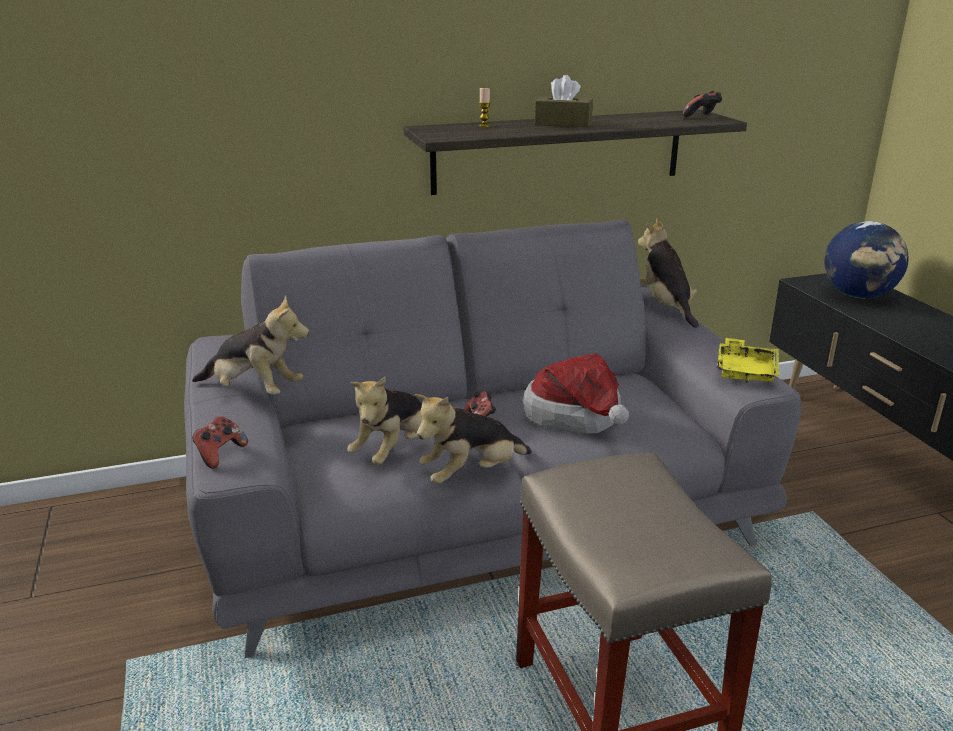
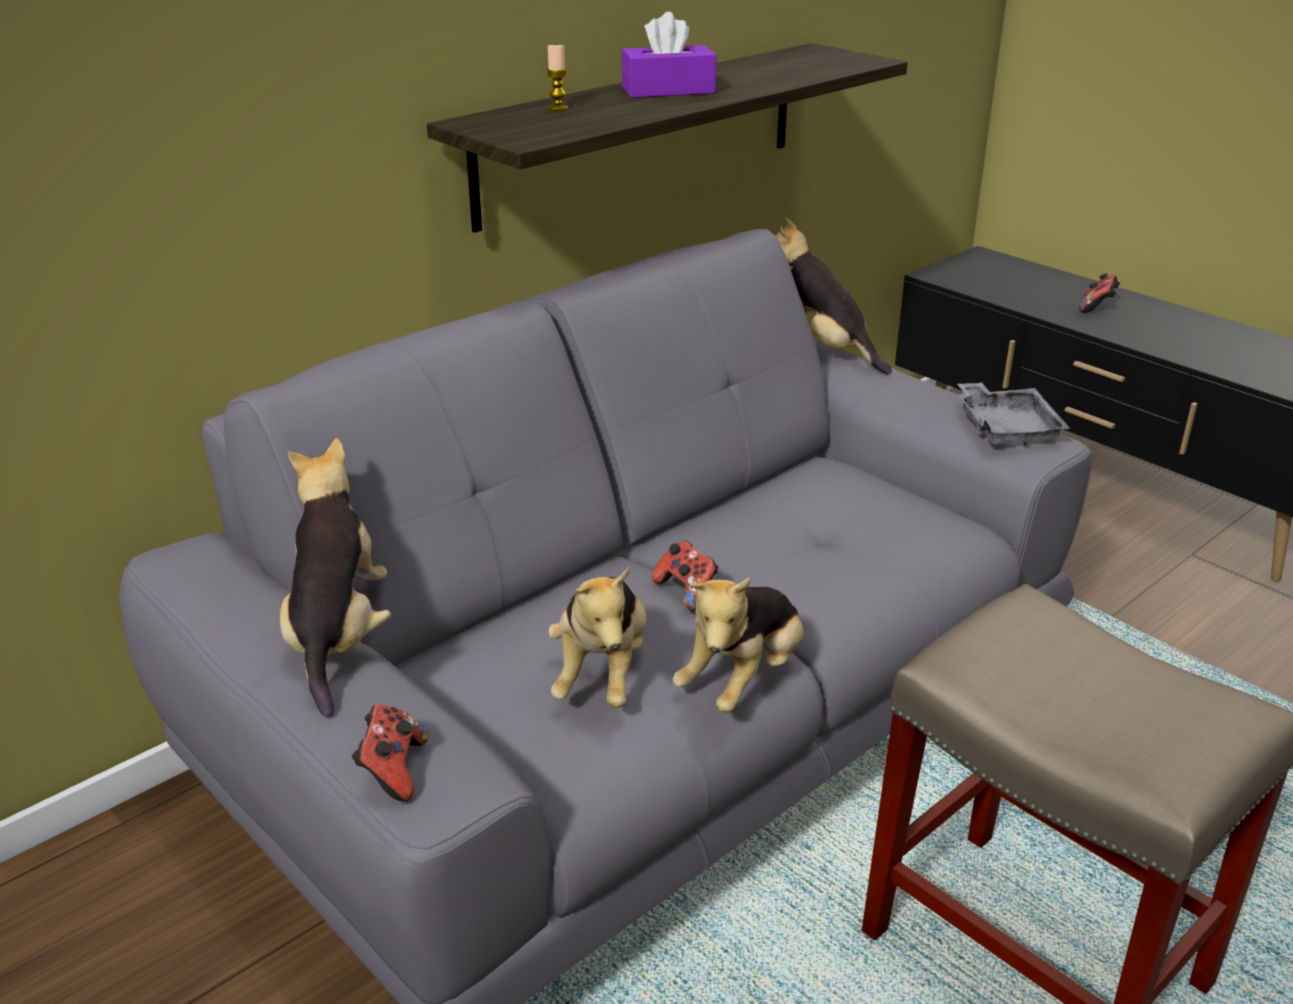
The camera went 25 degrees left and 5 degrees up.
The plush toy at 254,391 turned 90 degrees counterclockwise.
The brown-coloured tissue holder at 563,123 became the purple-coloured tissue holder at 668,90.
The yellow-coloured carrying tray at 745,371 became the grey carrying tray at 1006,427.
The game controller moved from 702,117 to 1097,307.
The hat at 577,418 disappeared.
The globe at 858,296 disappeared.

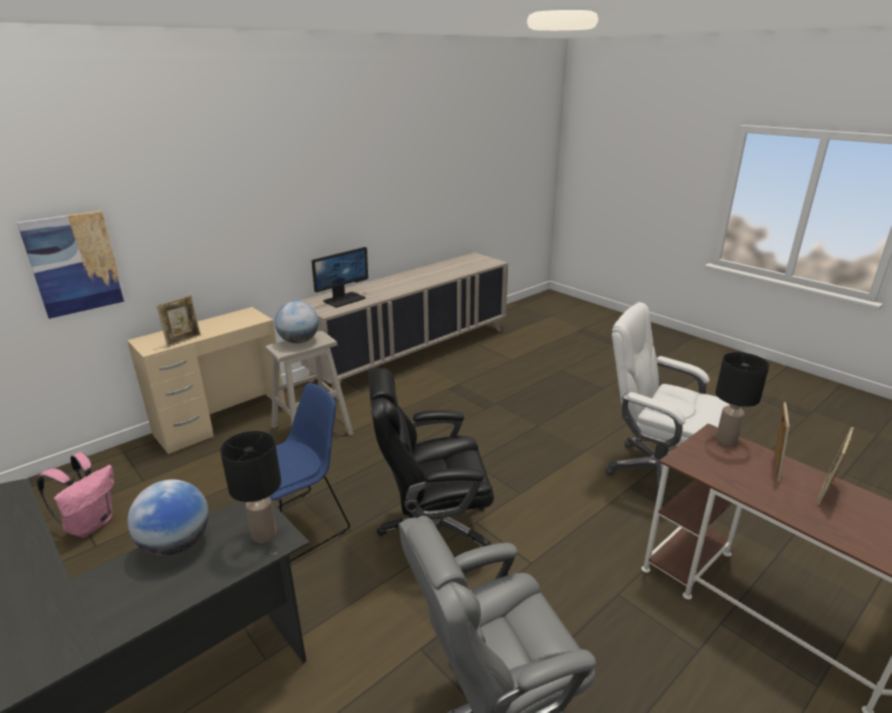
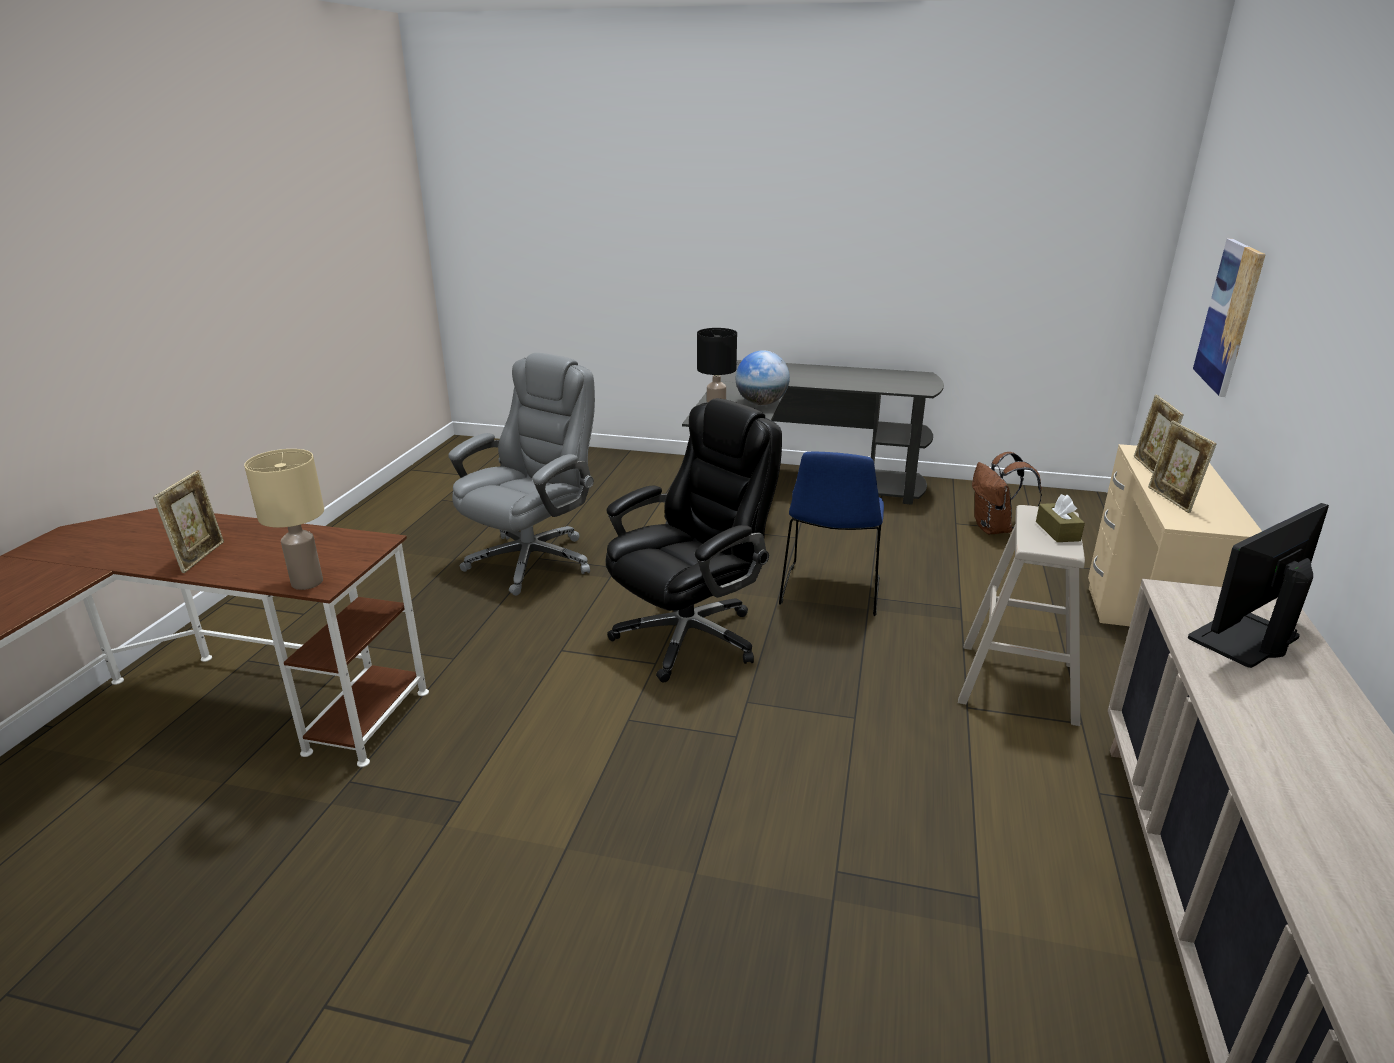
The camera went 145 degrees right and 0 degrees up.
The blackish lamp for a table at 727,439 became the sand-coloured lamp for a table at 306,583.
The pinkish rucksack at 91,524 became the brown-coloured rucksack at 995,529.
The globe at 299,341 was replaced by the brown-coloured tissue holder at 1057,531.
The standing frame moved from 774,466 to 1171,500.
The computer display at 344,299 turned 45 degrees clockwise.
The whitish computer chair at 656,472 disappeared.

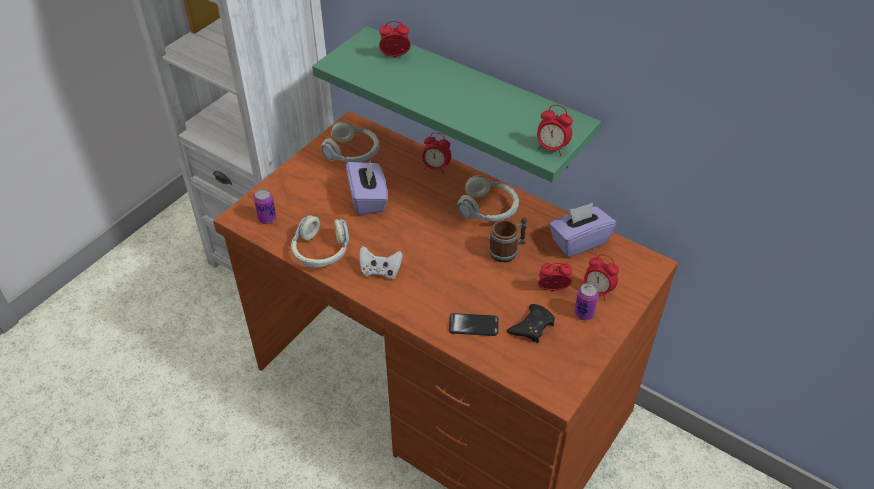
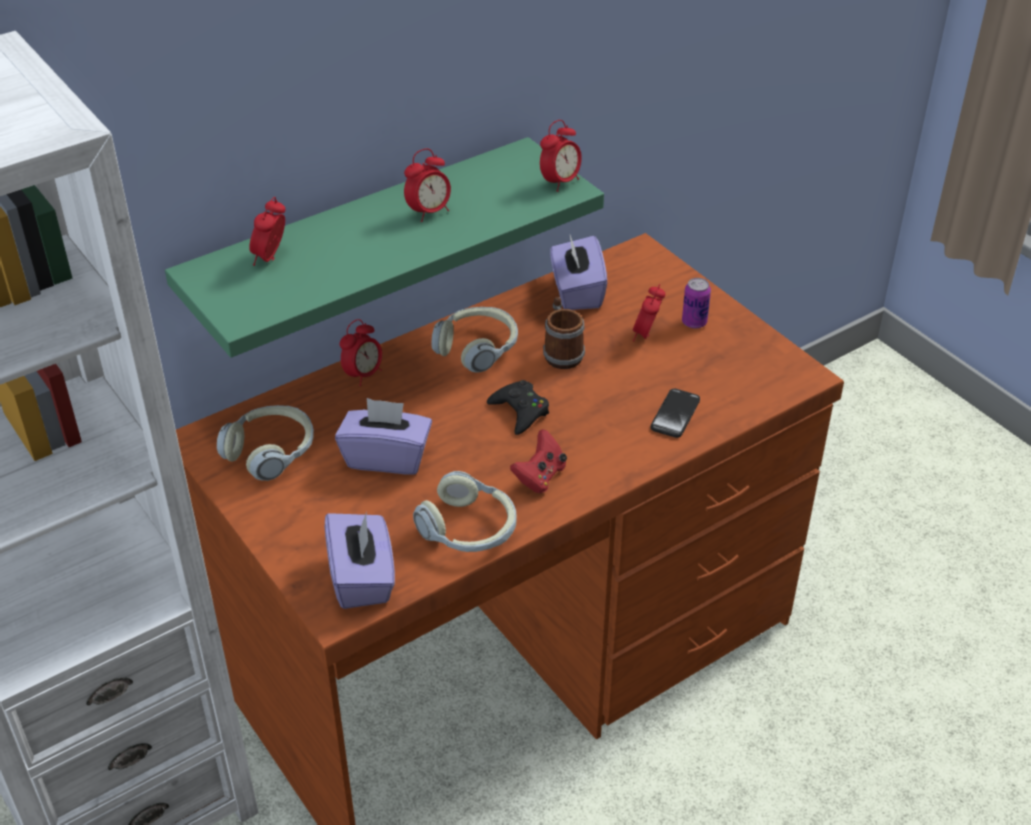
The camera went 70 degrees left and 5 degrees down.
The metal can at 267,219 was replaced by the purple-coloured tissue holder at 362,578.
The table clock moved from 597,291 to 429,212.
The blackish game controller moved from 532,326 to 520,411.
The whitish game controller at 380,271 became the red-coloured game controller at 540,476.

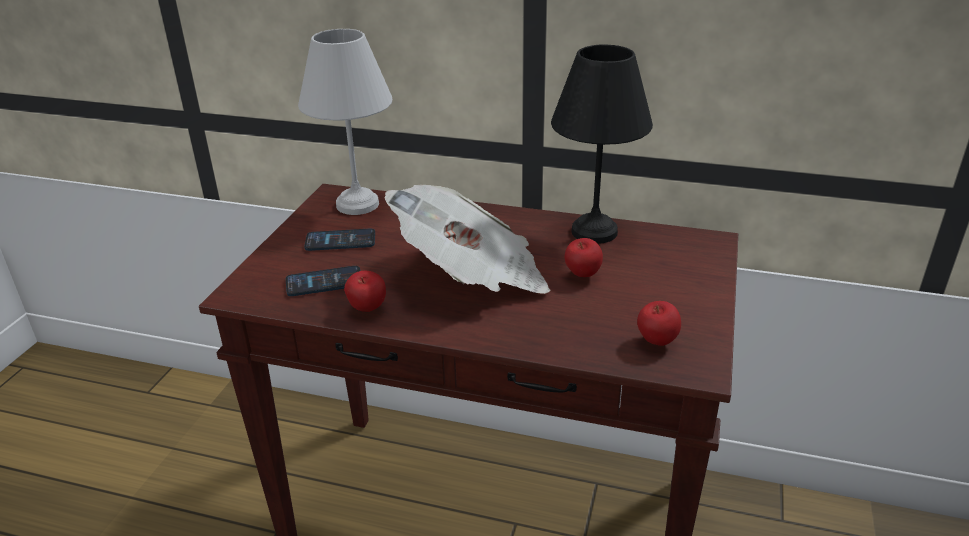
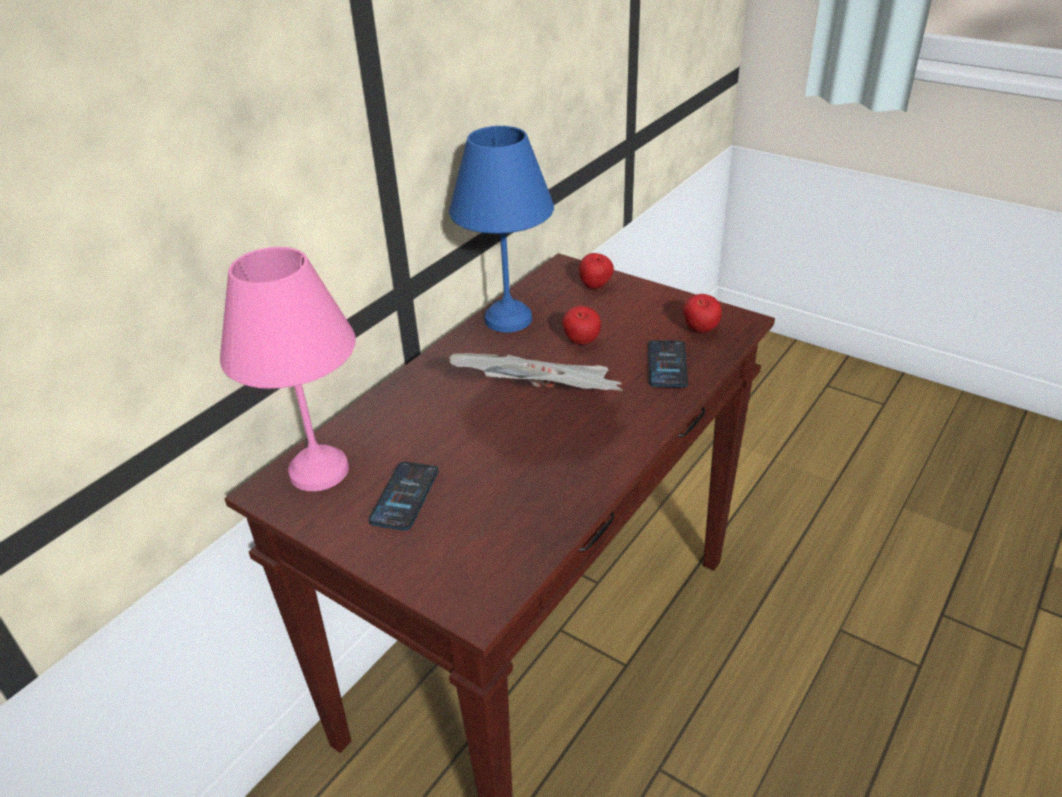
The camera went 70 degrees left and 5 degrees up.
The whitish lamp for a table at 355,205 became the pinkish lamp for a table at 318,473.
The blackish lamp for a table at 596,231 became the blue lamp for a table at 508,318.
The apple moved from 367,310 to 596,287.
The phone moved from 324,282 to 667,365.

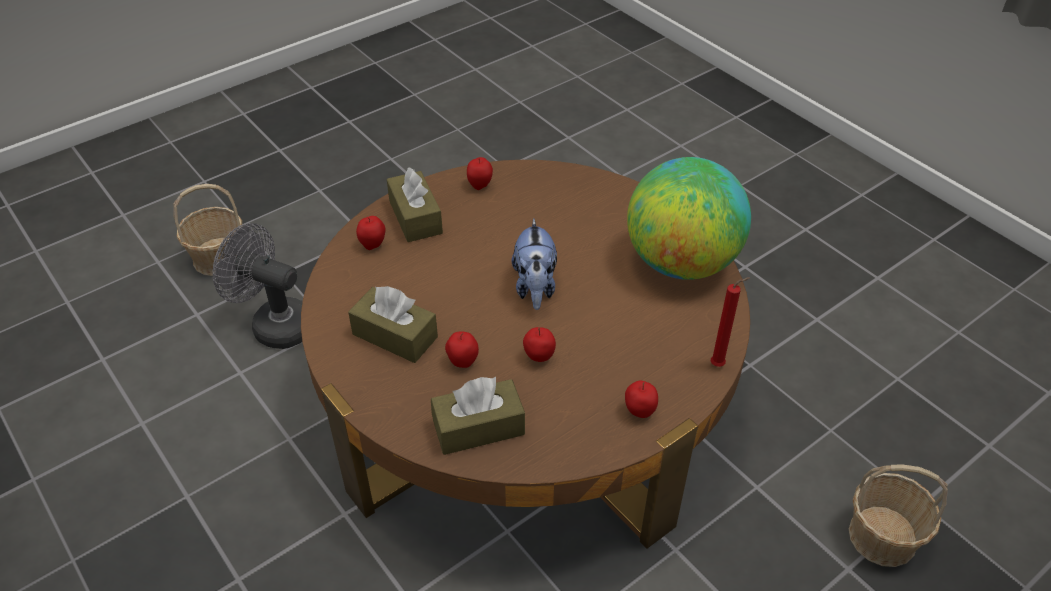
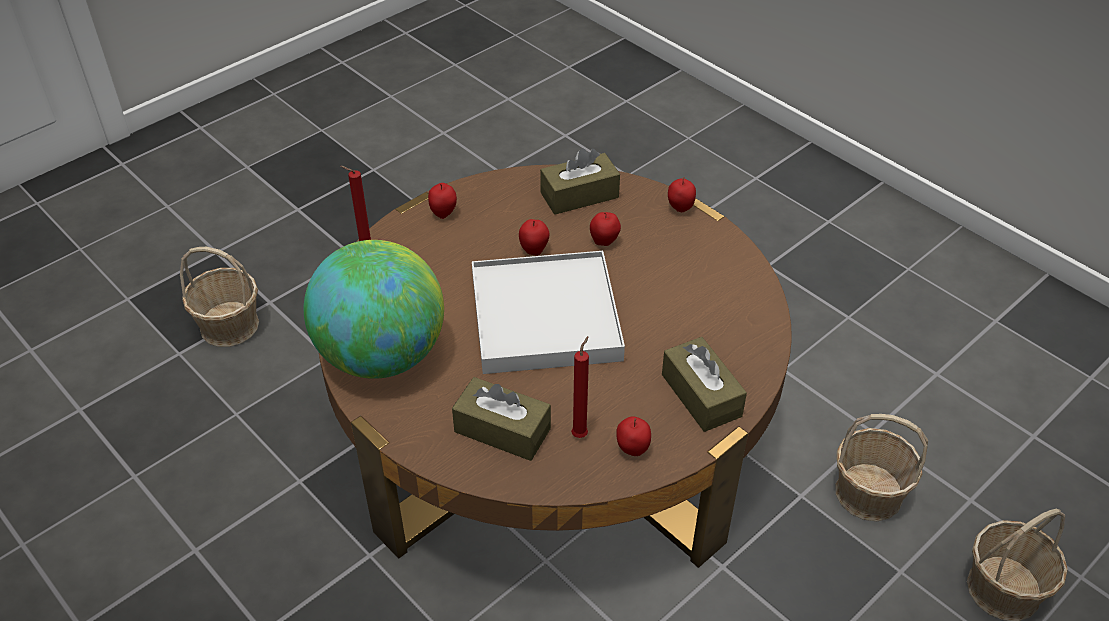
The camera went 175 degrees right and 0 degrees up.
The brown-coloured tissue holder moved from 395,335 to 502,430.
The plush toy at 535,287 was replaced by the whitish carrying tray at 545,317.
The red-coloured wax candle at 581,433 appeared.
The apple moved from 373,245 to 680,208.
The grey cooling fan at 275,324 was replaced by the basket at 868,492.

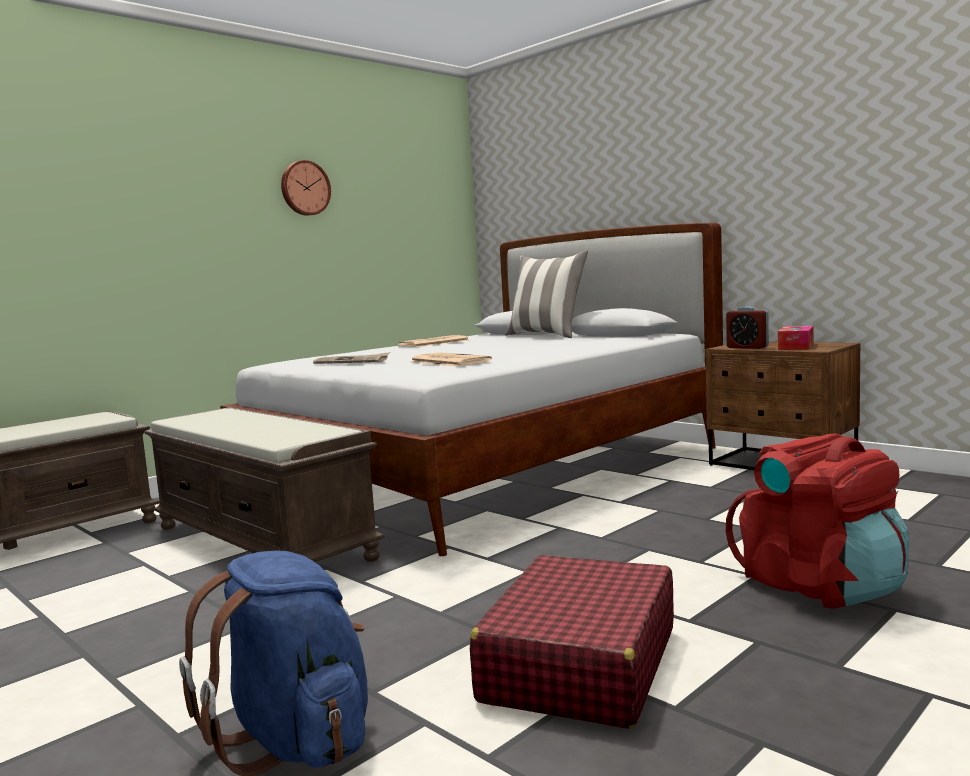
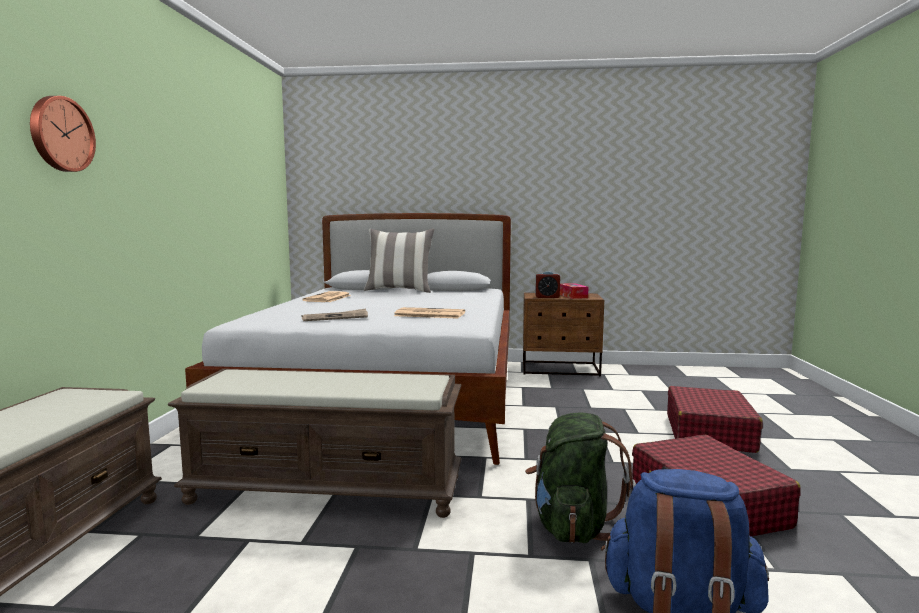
The camera went 40 degrees left and 0 degrees up.
The clock on the wall moved from 304,188 to 60,134.
The green-coloured rucksack at 573,526 appeared.
The red-coloured rucksack at 820,586 was replaced by the red-coloured piece of luggage at 709,433.

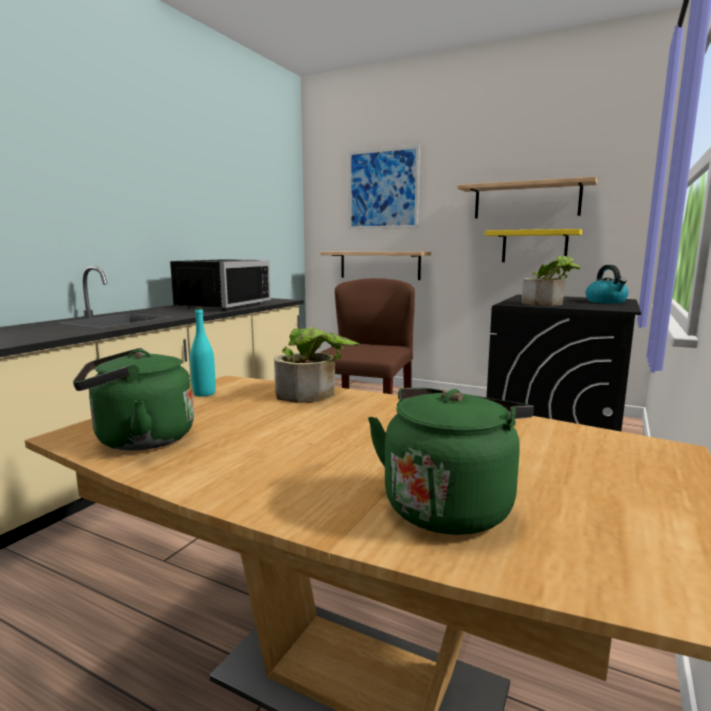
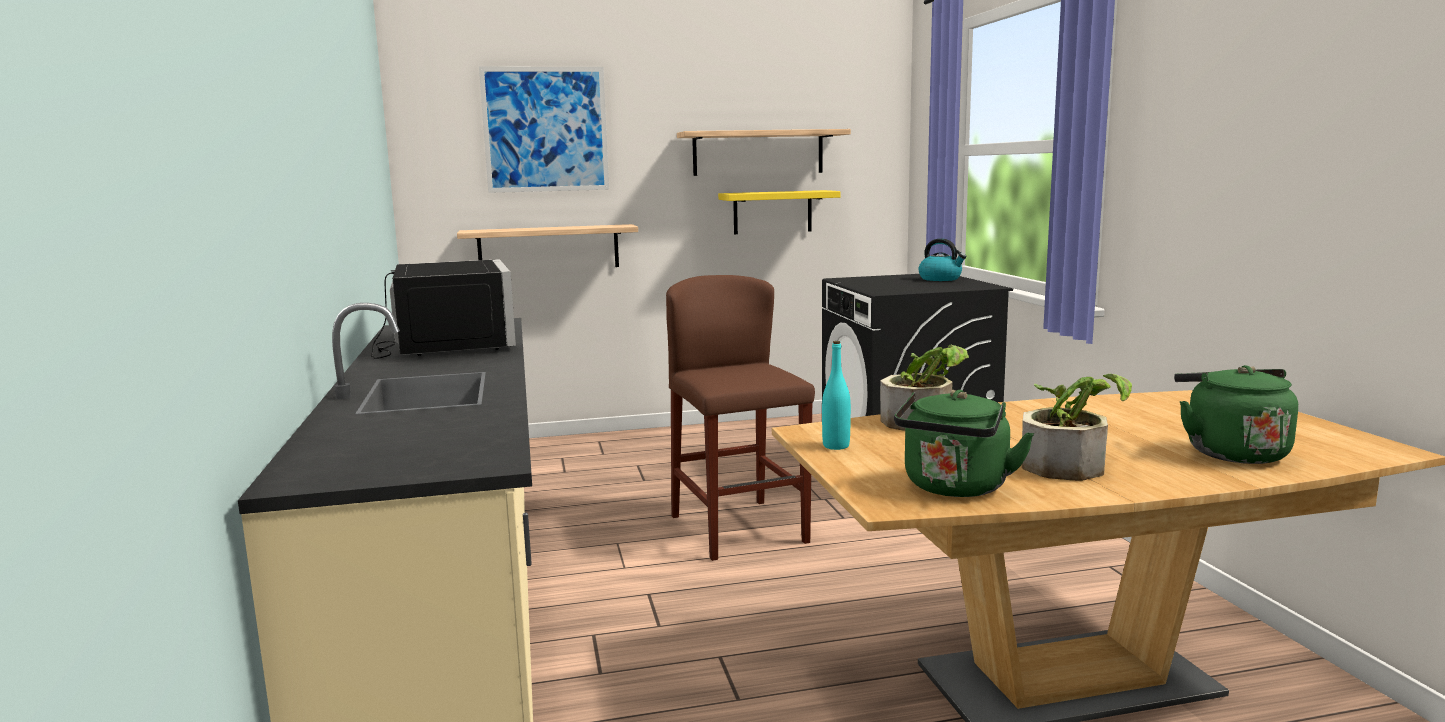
The camera went 40 degrees left and 0 degrees up.
The plant in a pot moved from 548,303 to 1070,464.

